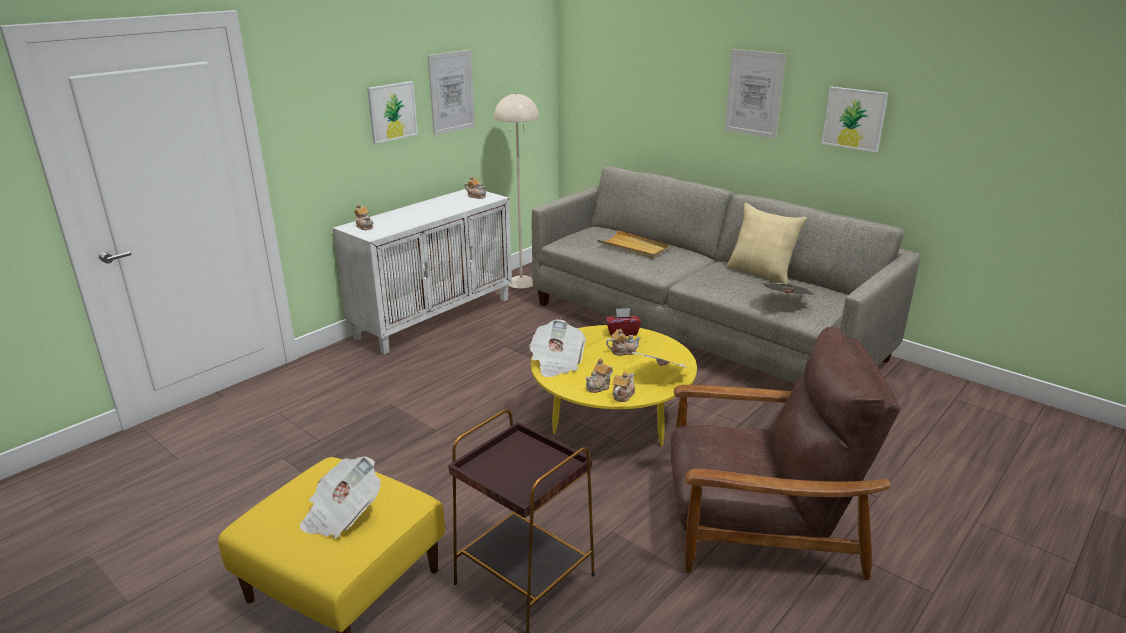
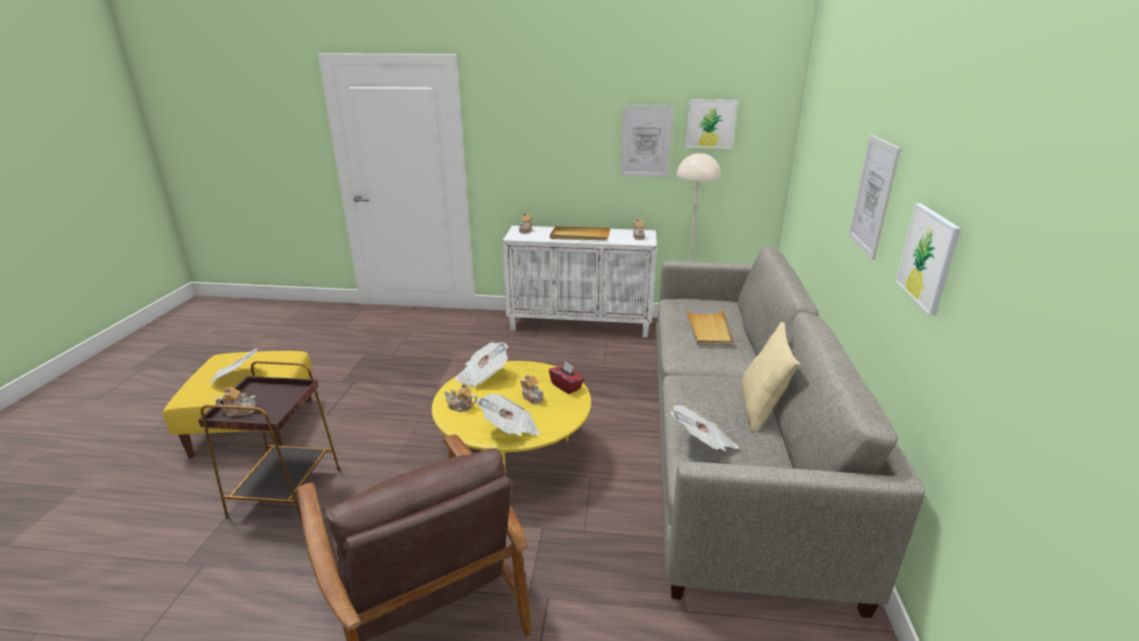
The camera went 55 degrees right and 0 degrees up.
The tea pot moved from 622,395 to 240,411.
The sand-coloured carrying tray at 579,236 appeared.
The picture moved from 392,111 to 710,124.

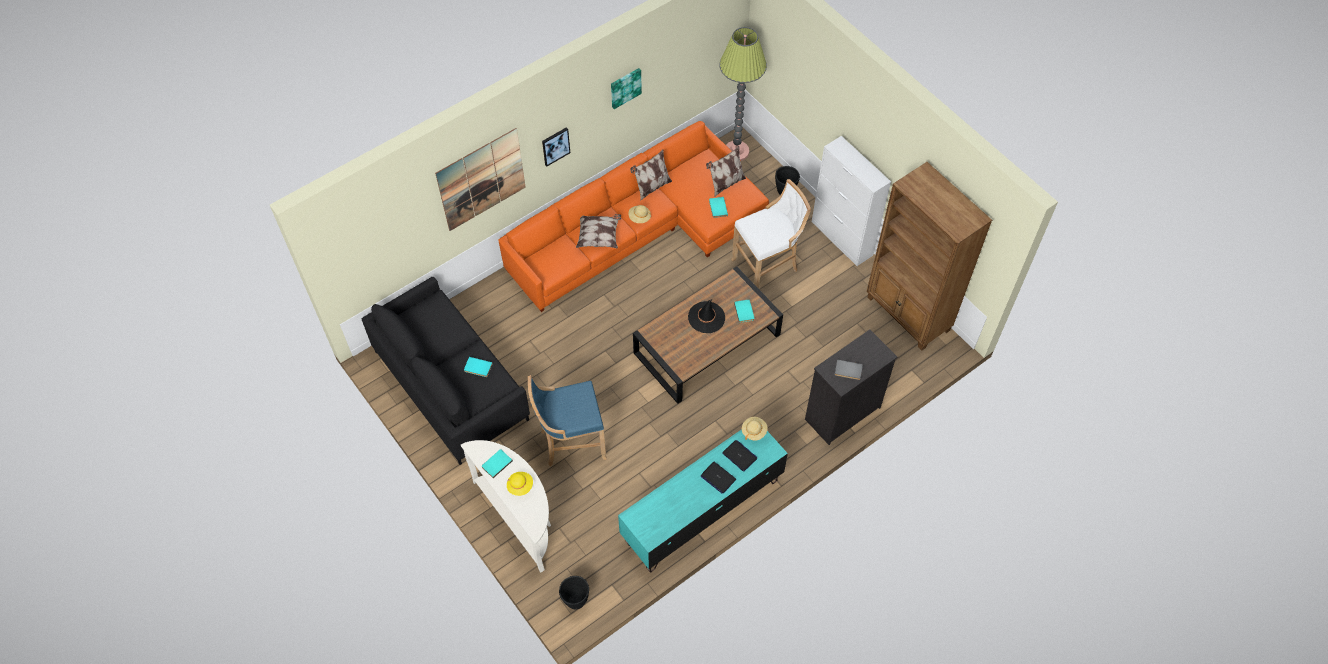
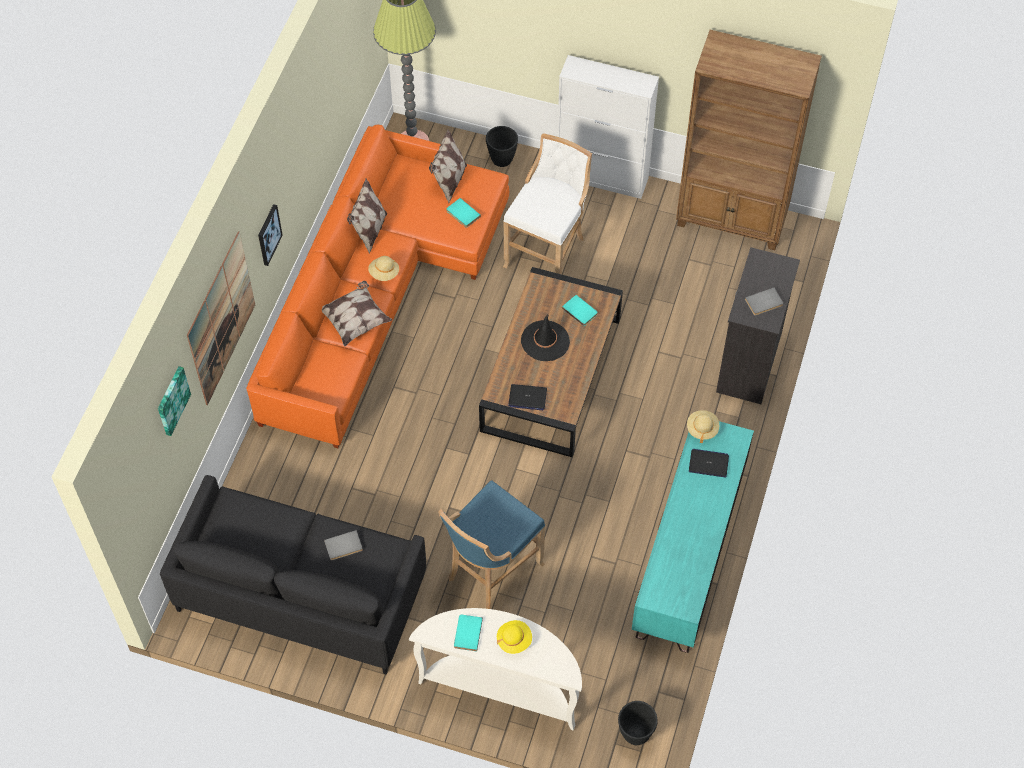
The camera went 35 degrees left and 0 degrees up.
The picture moved from 625,87 to 172,400.
The turquoise-coloured book at 478,368 became the grey book at 344,547.
The portable computer moved from 718,477 to 527,398.

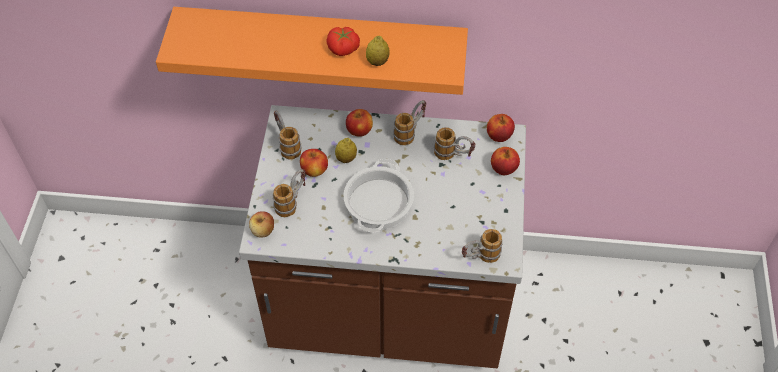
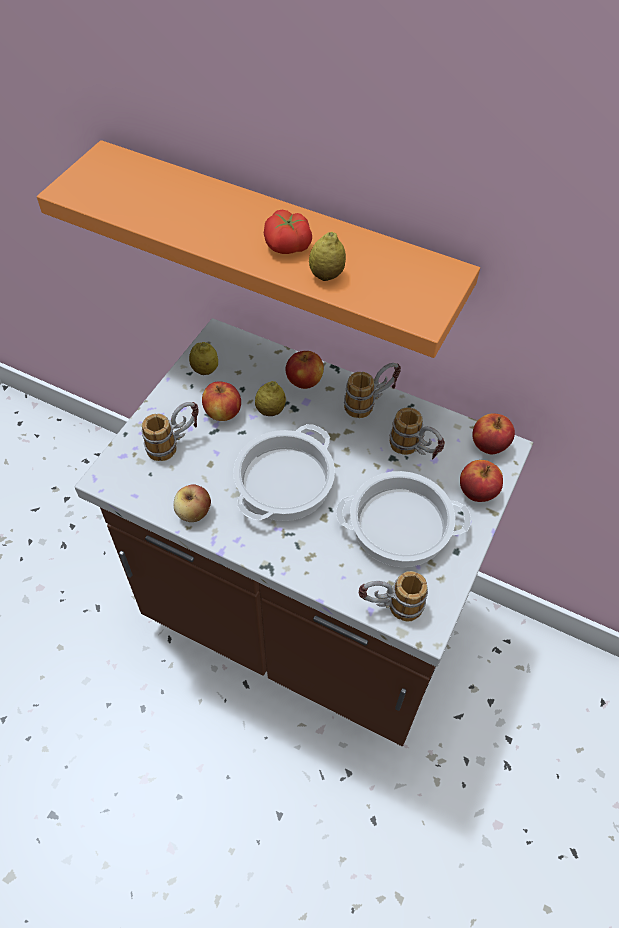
The camera went 20 degrees right and 0 degrees up.
The apple moved from 263,231 to 194,512.
The tea mug at 286,144 was replaced by the whole lemon at 205,370.
The stockpot at 399,526 appeared.

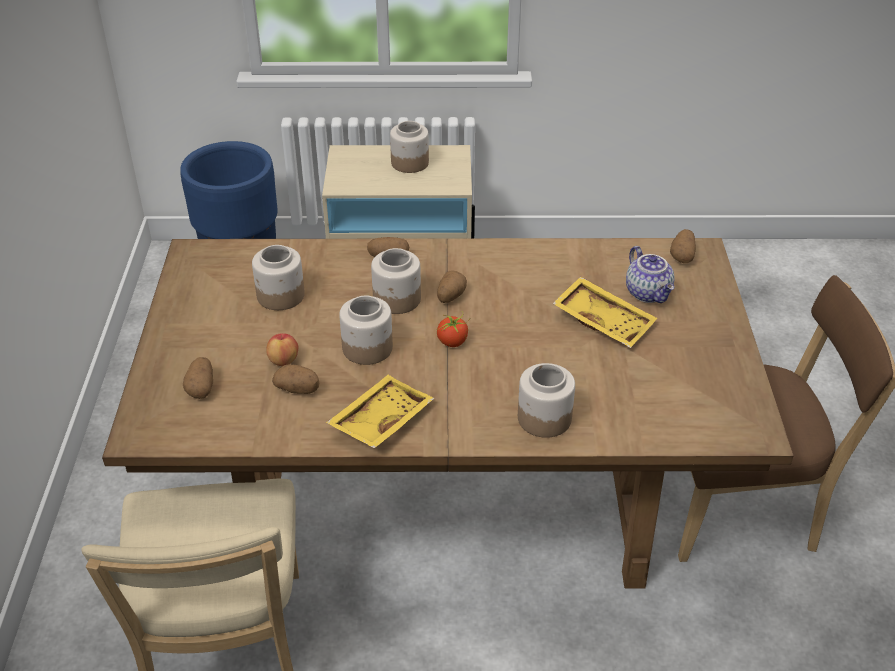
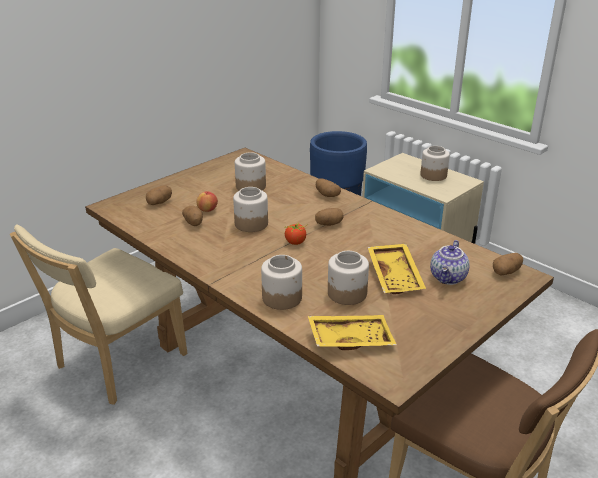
The camera went 45 degrees right and 10 degrees down.
The yellow-coloured carrying tray moved from 380,420 to 350,339.
The jar moved from 397,299 to 347,294.

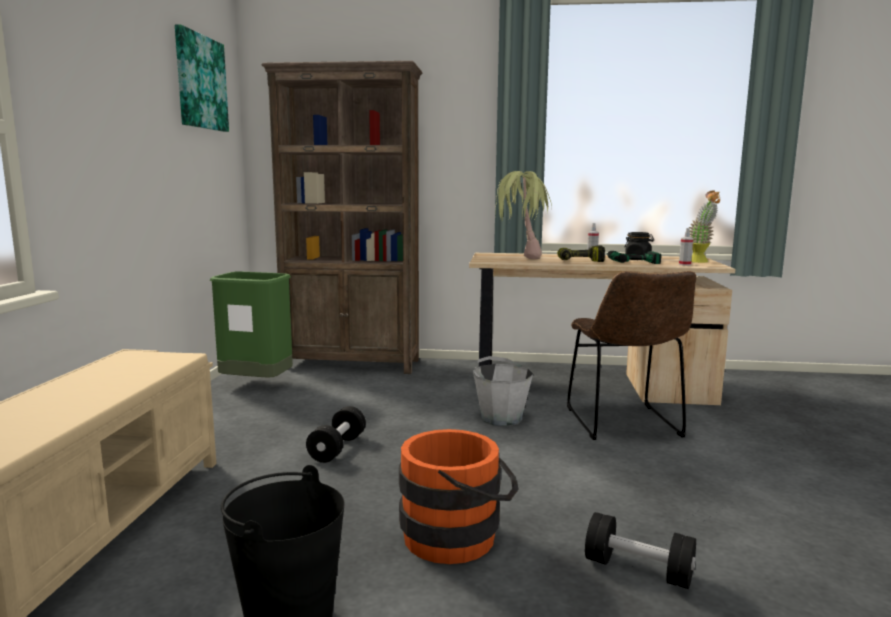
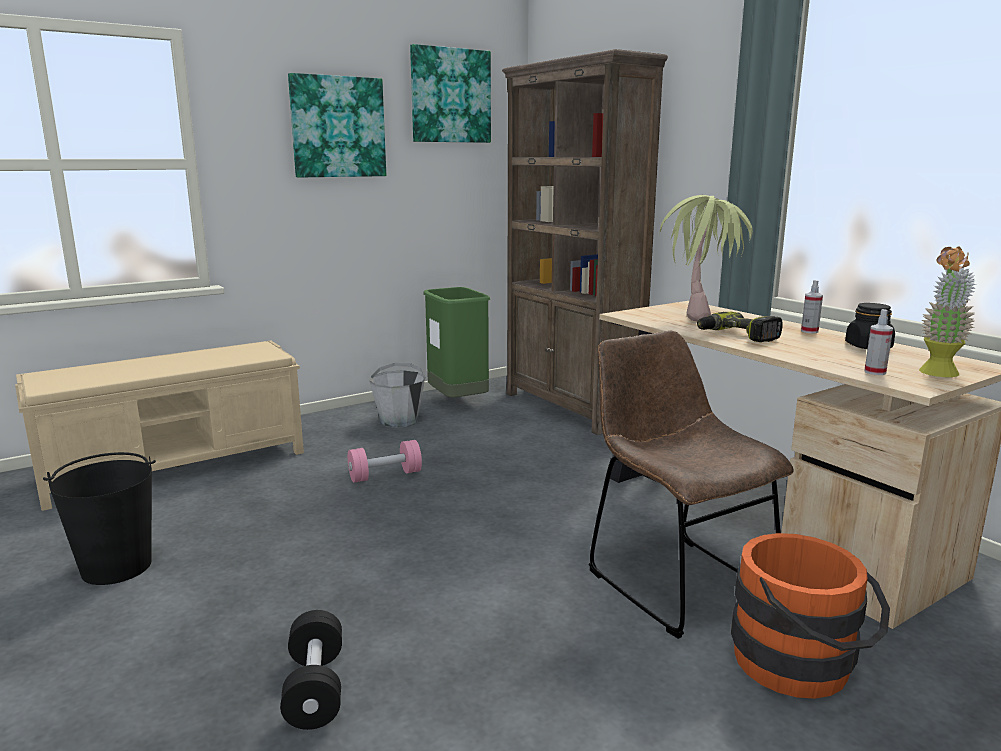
The camera went 50 degrees right and 5 degrees up.
The picture at 338,127 appeared.
The blackish free weight at 337,448 became the pinkish free weight at 385,475.
The grey pail moved from 501,418 to 399,420.
The brown-coloured upright chair at 624,424 turned 105 degrees clockwise.
The orange-coloured pail moved from 459,537 to 801,667.
The power drill at 629,260 disappeared.

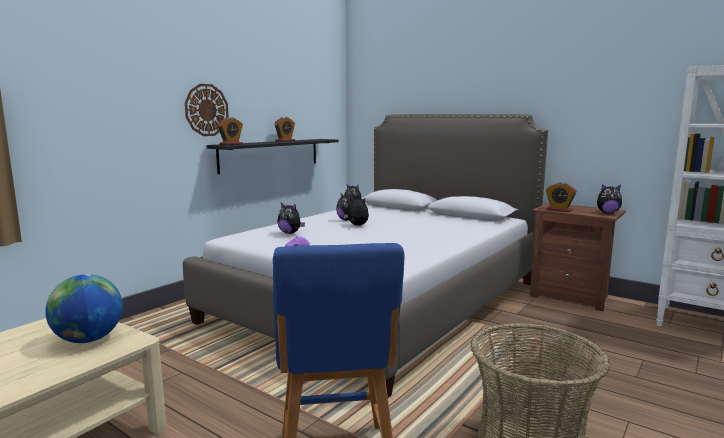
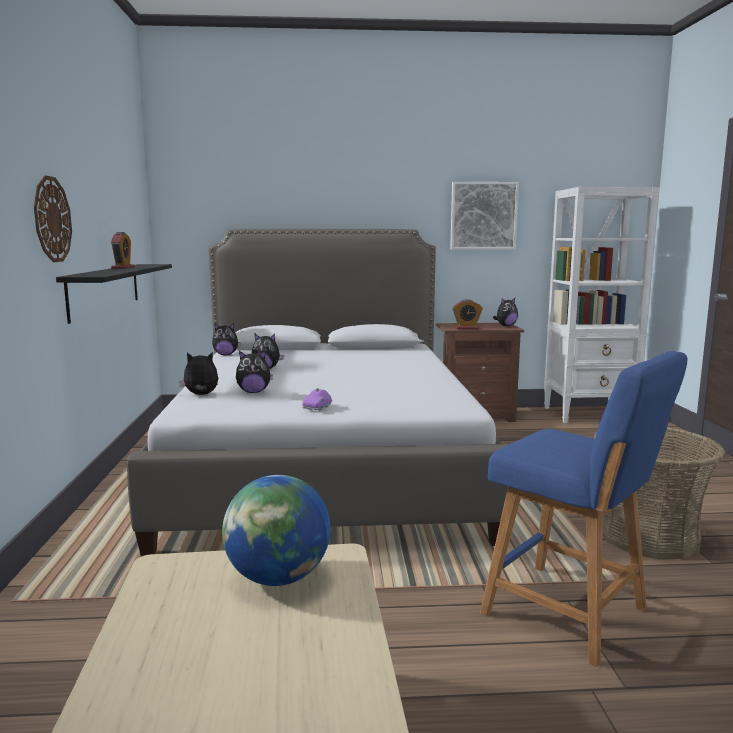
The camera went 40 degrees left and 0 degrees up.
The plush toy moved from 357,225 to 201,395.
The picture at 483,216 appeared.
The table clock at 231,144 disappeared.

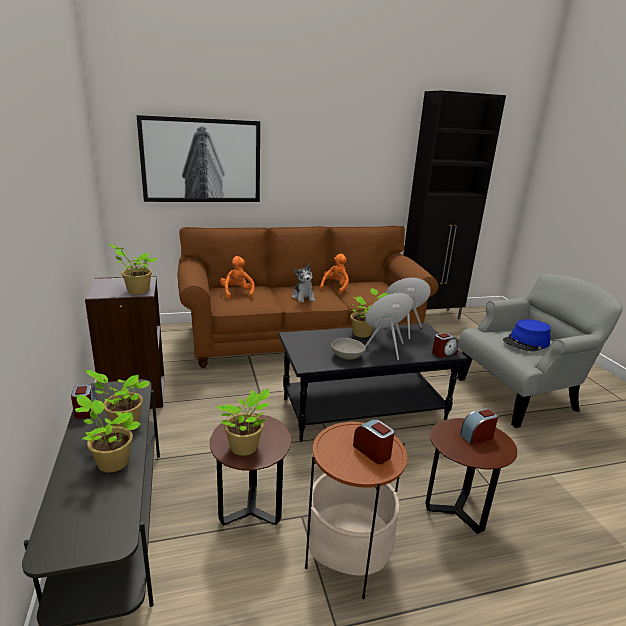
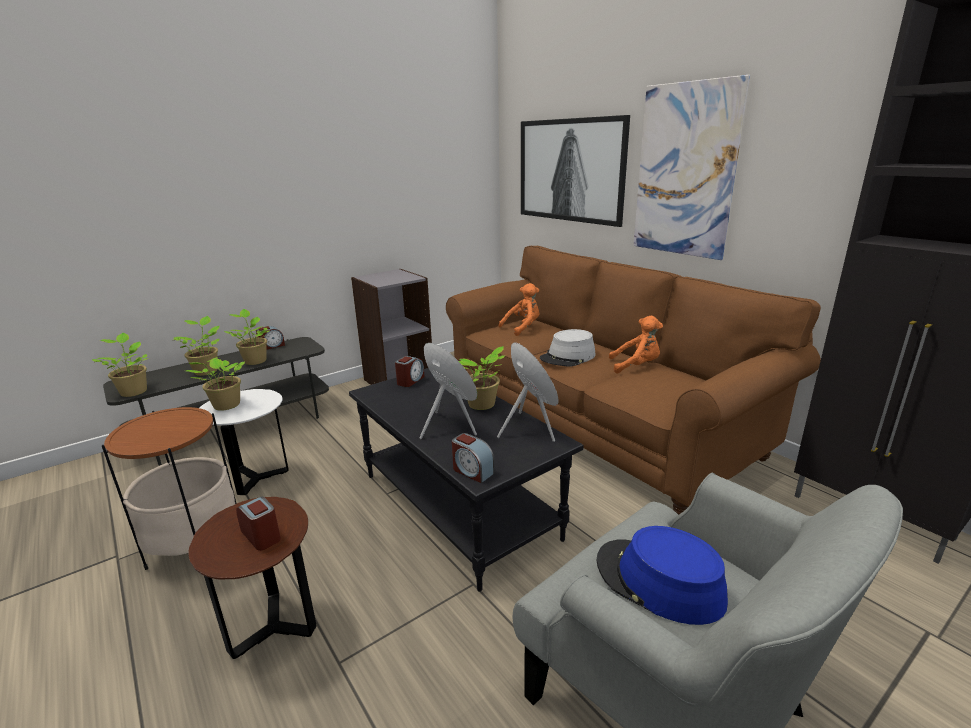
The camera went 70 degrees right and 0 degrees up.
The plant in a pot moved from 136,291 to 134,391.
The brown-coloured accent table at 250,511 became the whitish accent table at 257,478.
The table clock moved from 372,451 to 410,381.
The plush toy at 303,297 was replaced by the grey hat at 568,357.
The picture at 684,171 appeared.
The grey serving bowl at 346,356 disappeared.

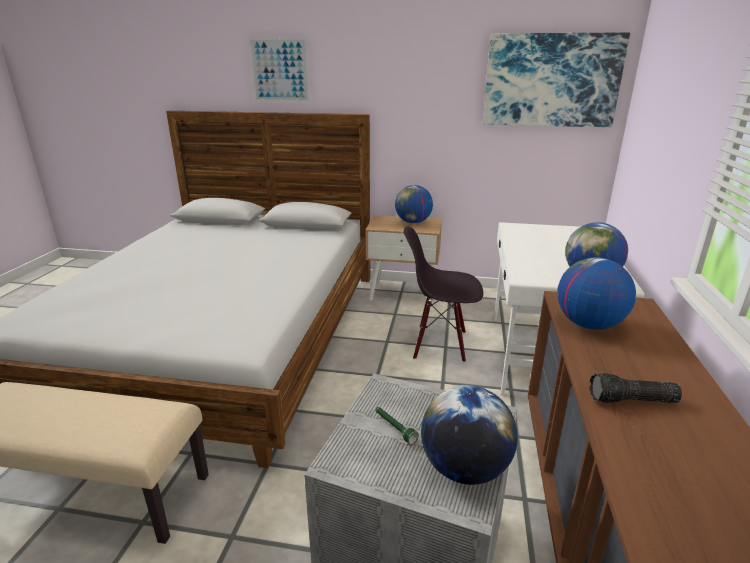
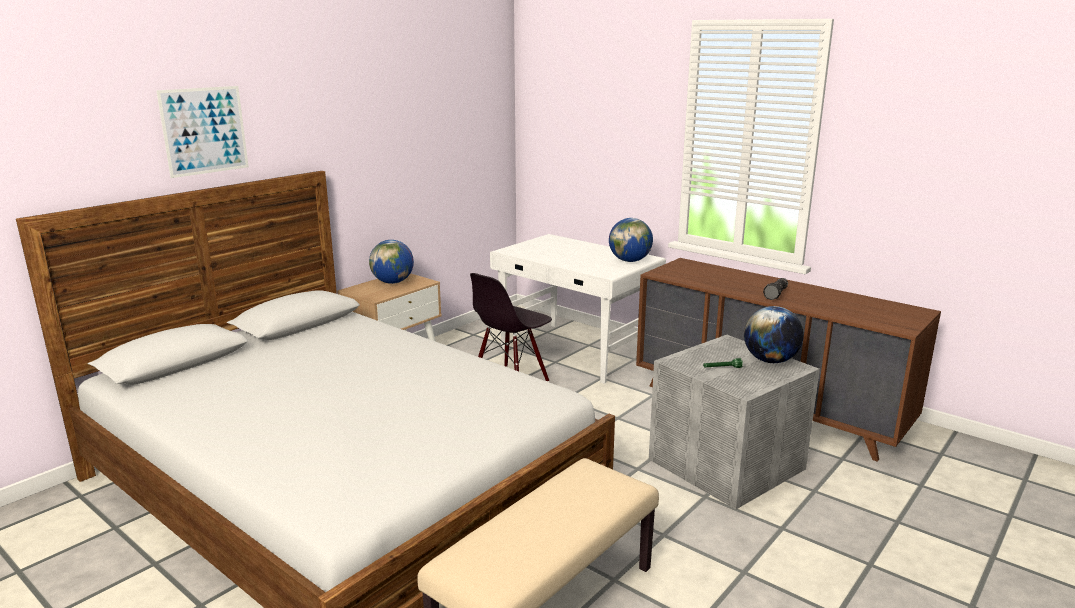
The camera went 60 degrees left and 5 degrees down.
The picture at 551,80 disappeared.
The globe at 588,324 disappeared.

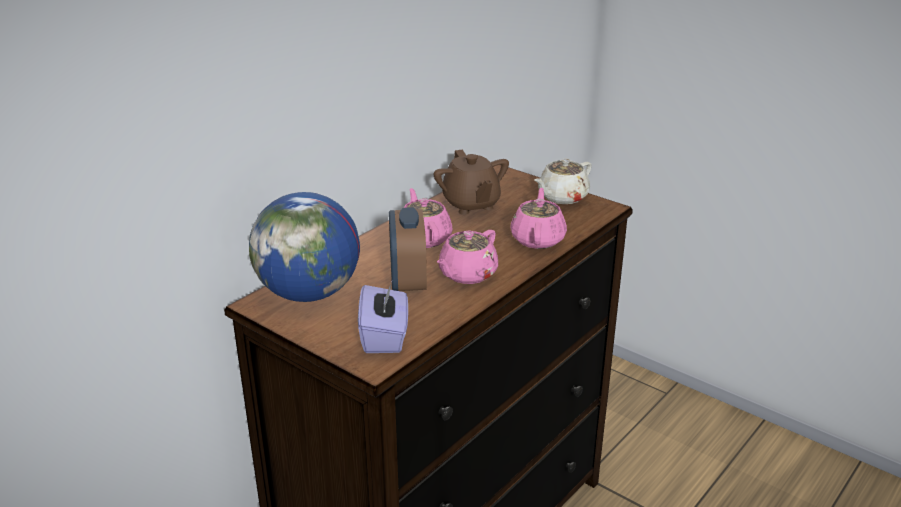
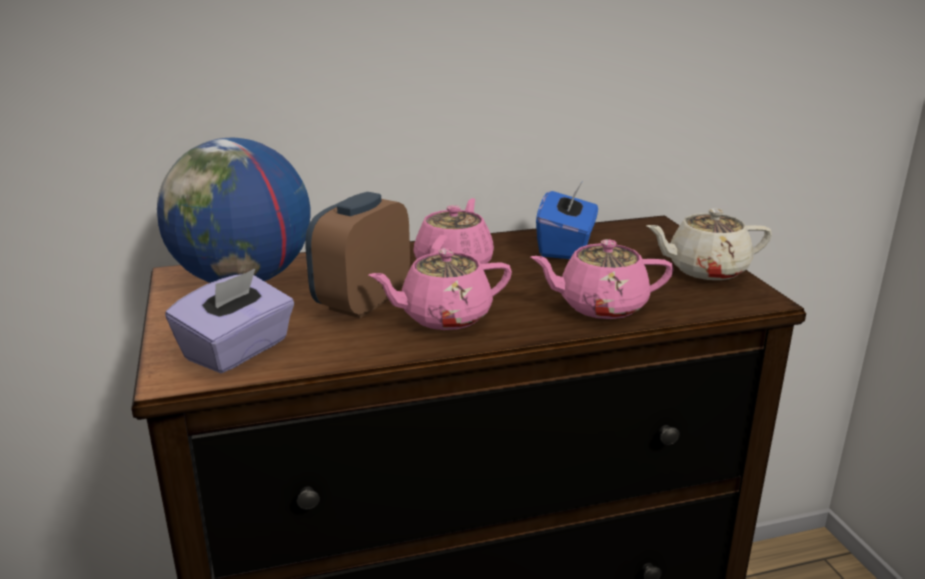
The camera went 35 degrees right and 5 degrees down.
The pinkish tea pot at 538,239 turned 135 degrees counterclockwise.
The brown-coloured tea pot at 471,204 was replaced by the blue tissue holder at 566,247.

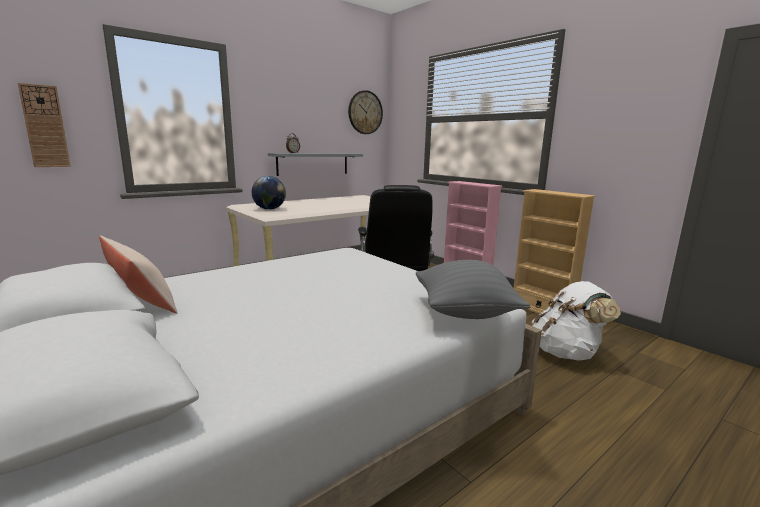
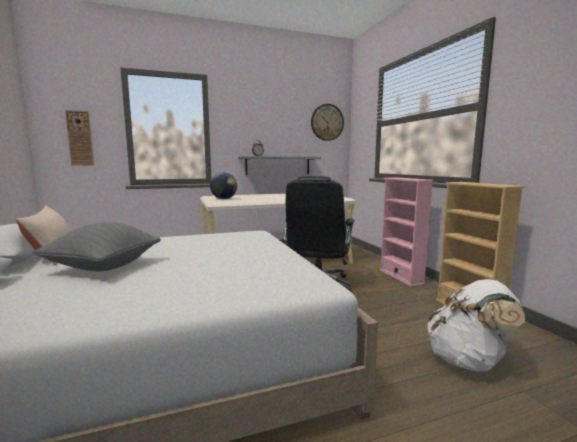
The camera went 20 degrees right and 5 degrees down.
The grey cushion moved from 464,312 to 104,267.

